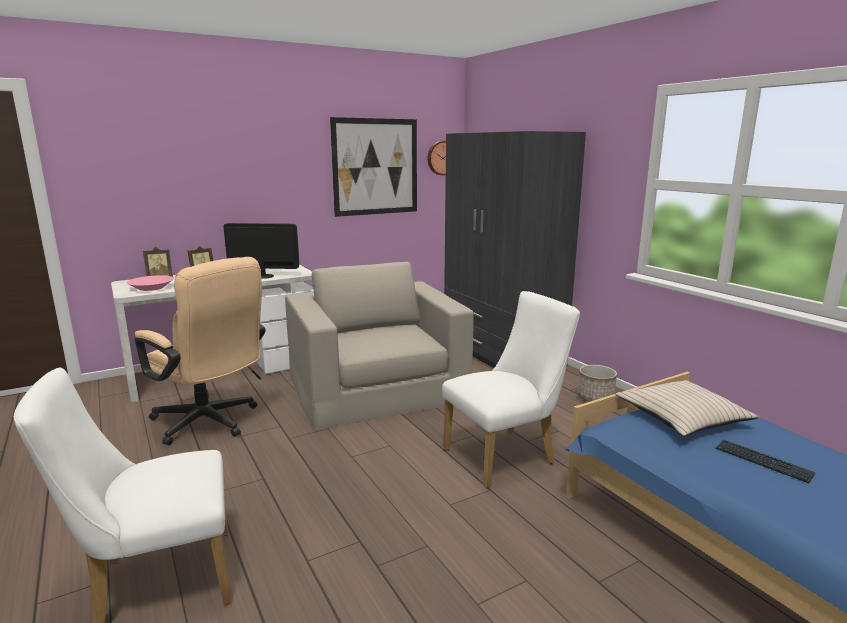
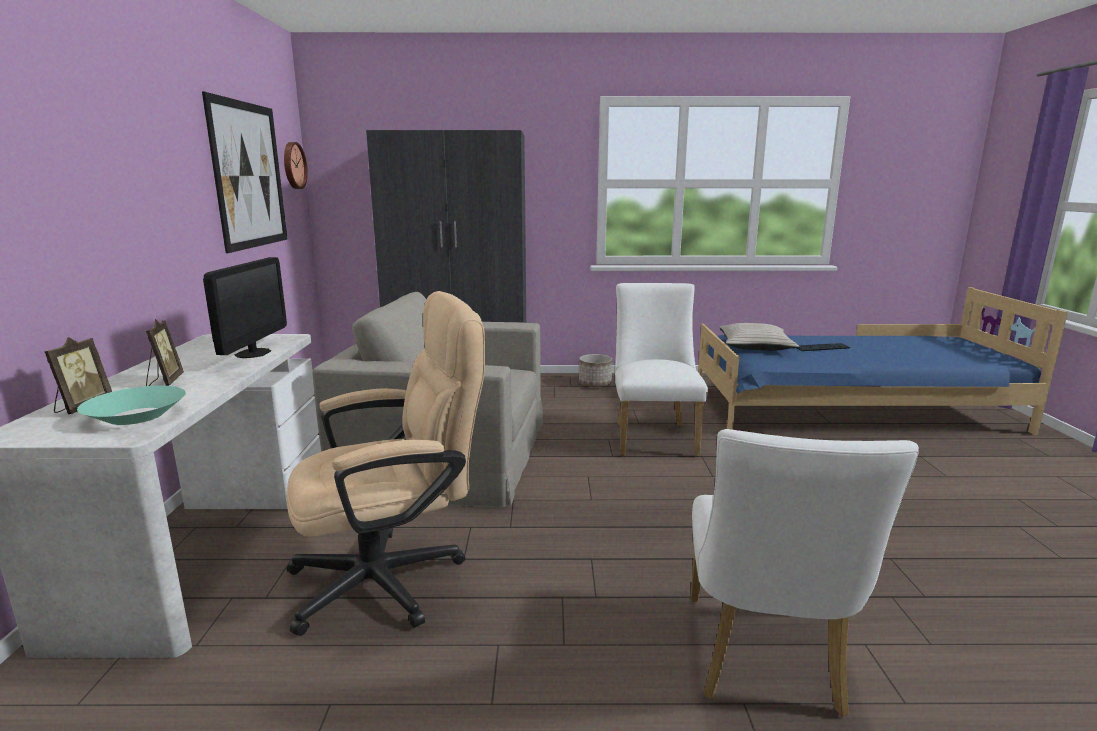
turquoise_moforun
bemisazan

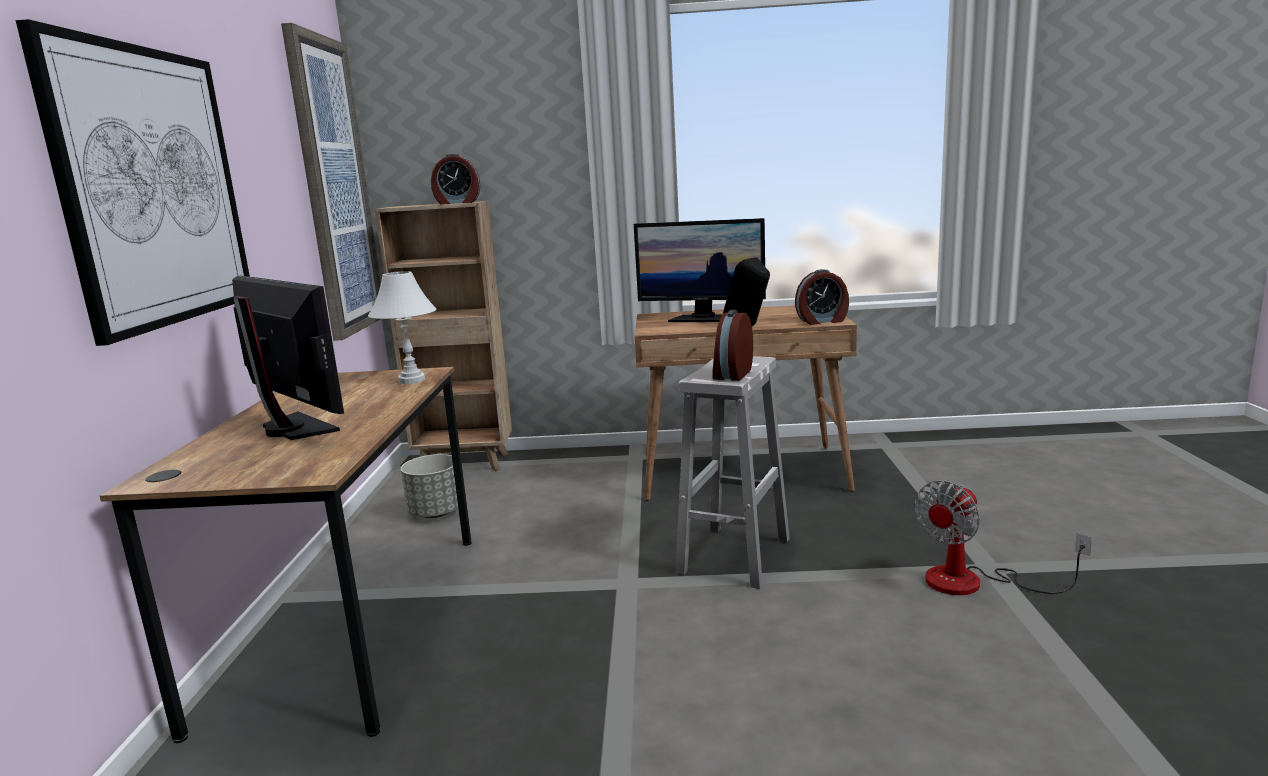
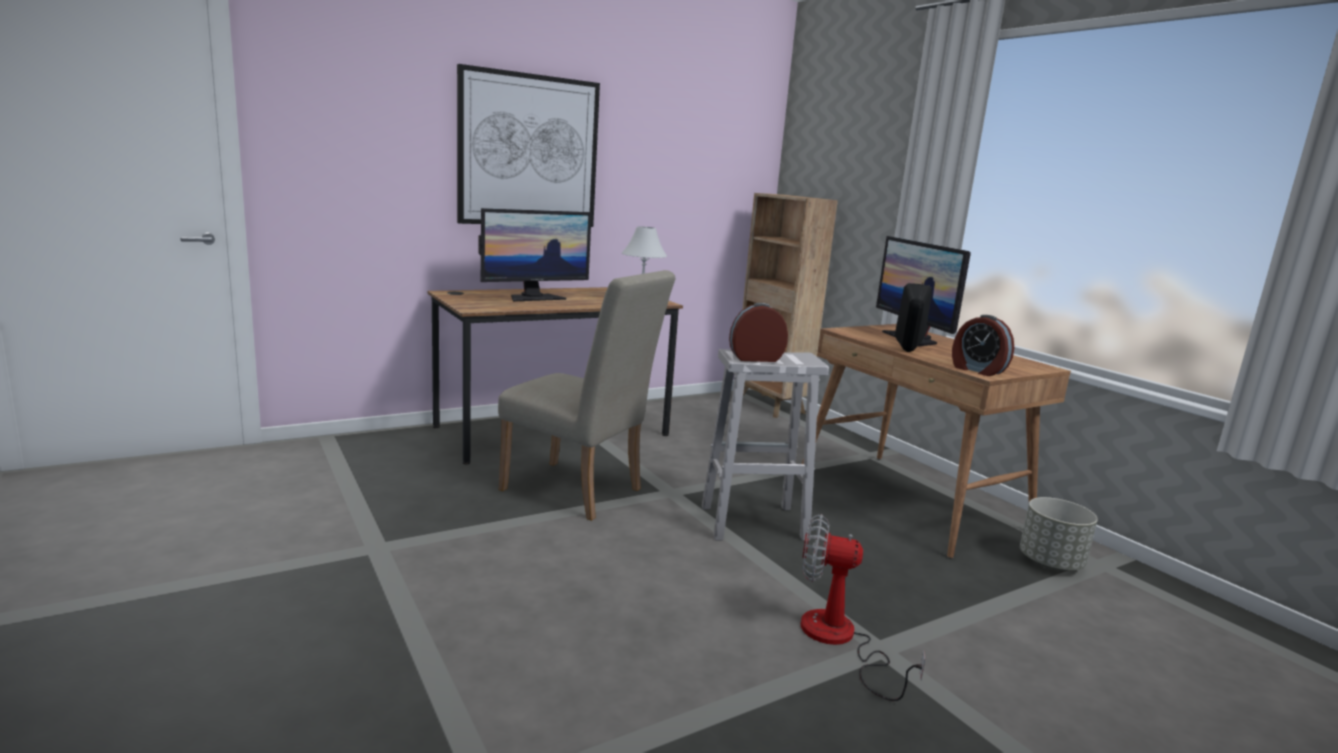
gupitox (2nd from left in the first image)
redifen (1st from left in the first image)
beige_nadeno
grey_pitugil
bemisazan (1st from left)

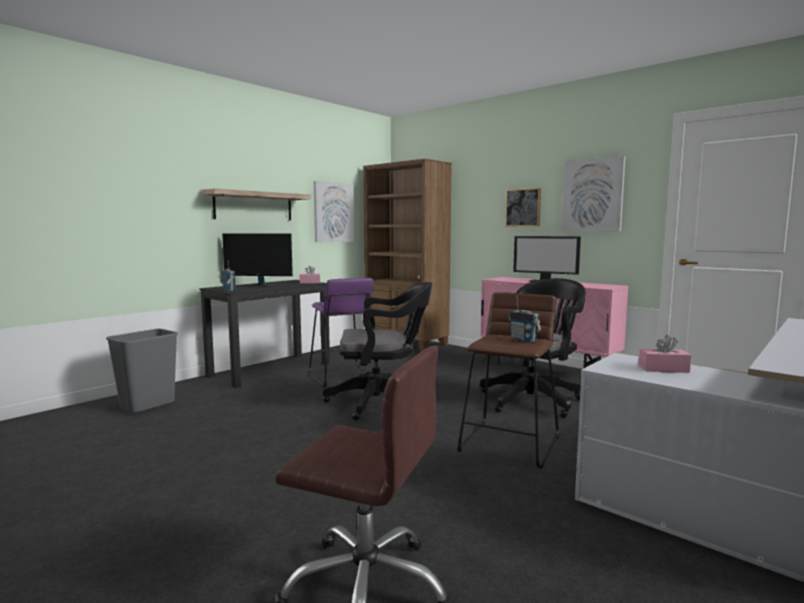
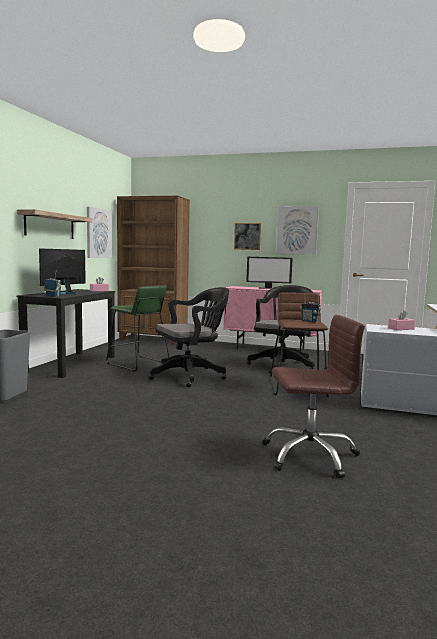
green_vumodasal
bemisazan (1st from left)

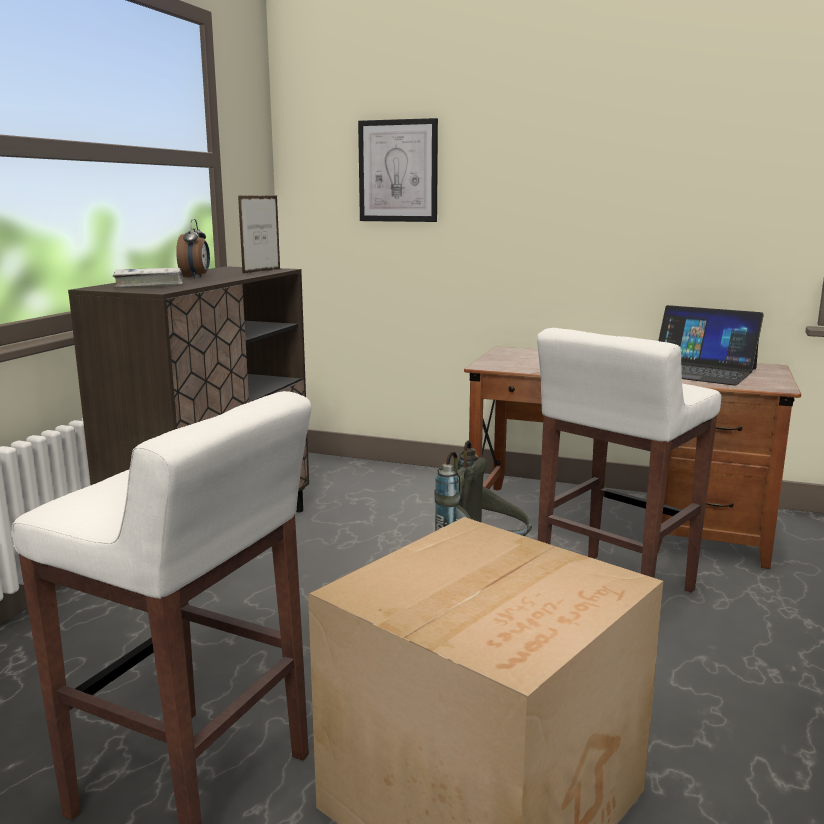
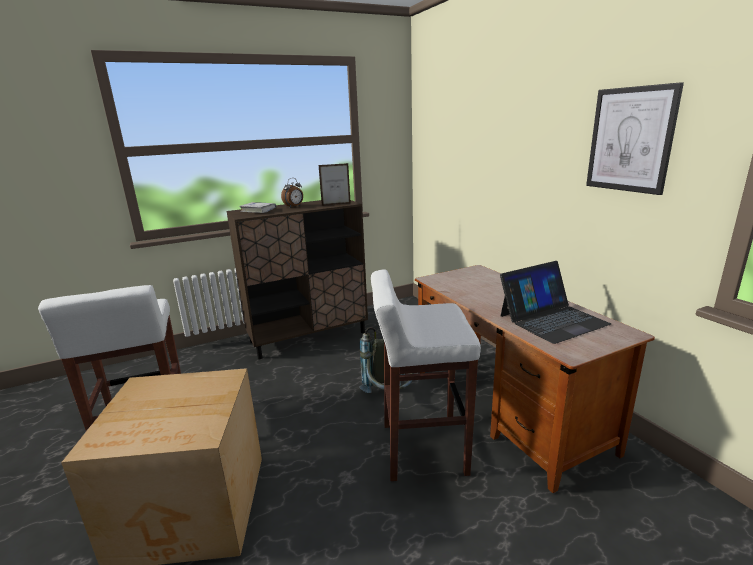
gupitox
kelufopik

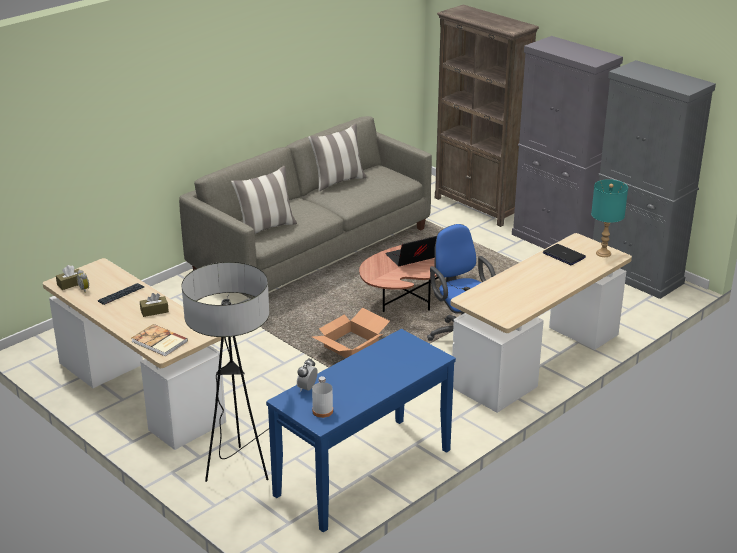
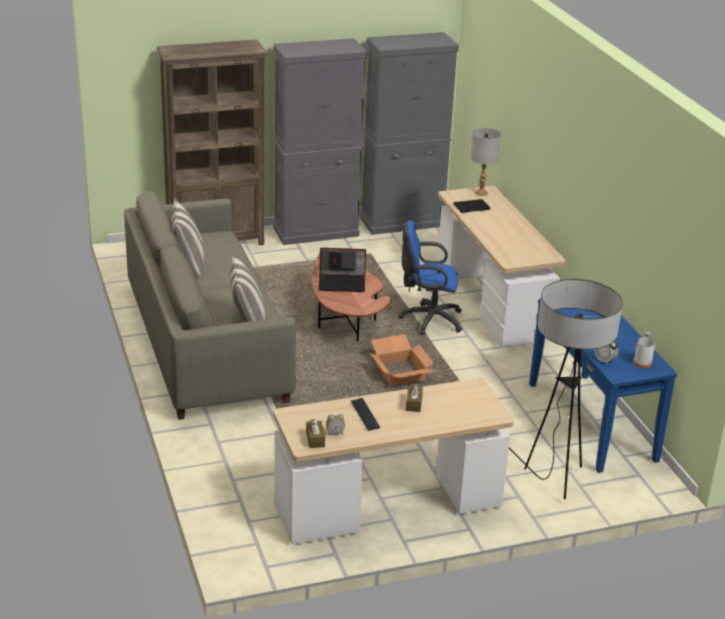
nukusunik
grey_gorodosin
kelufopik (1st from left)

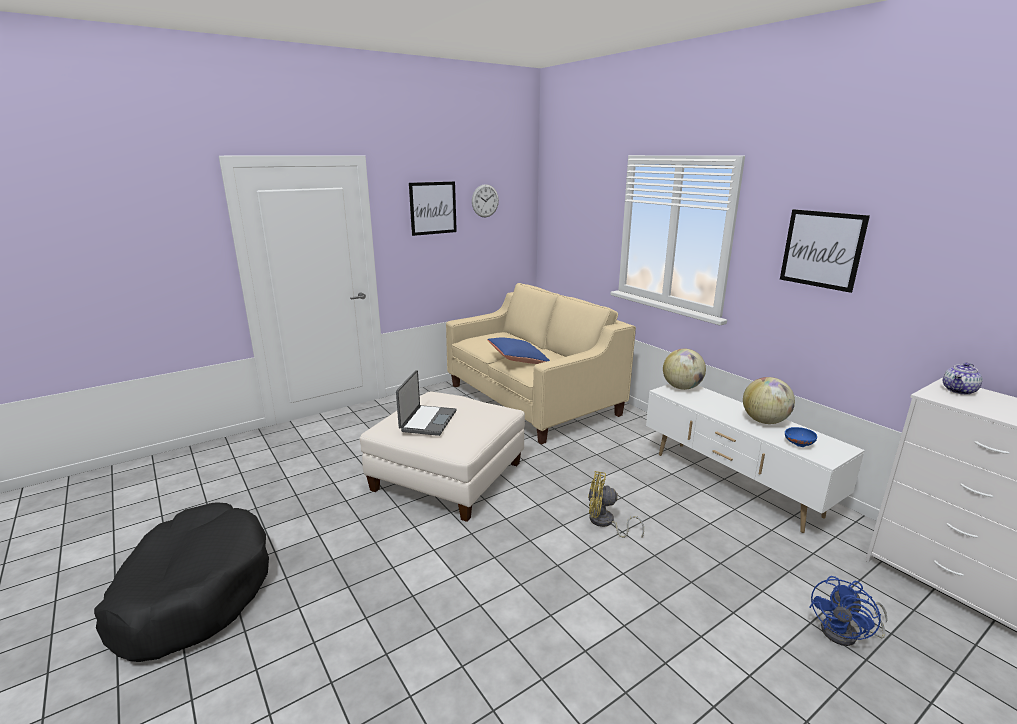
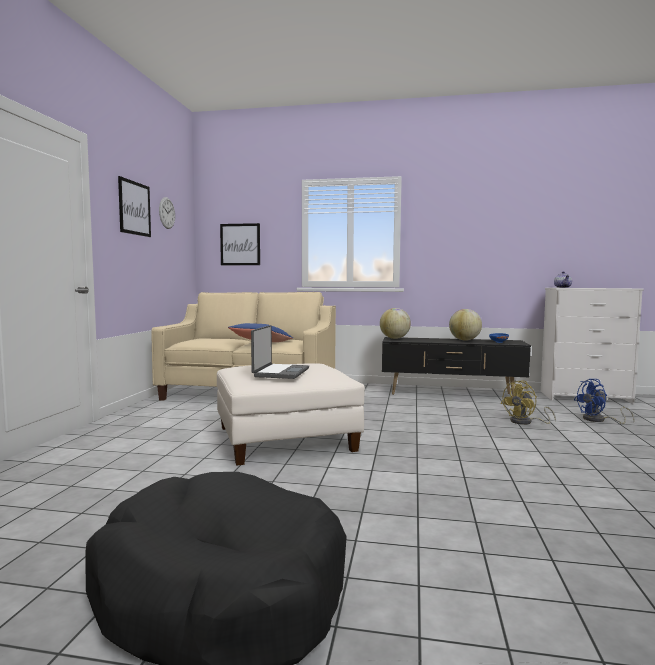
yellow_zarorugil
gupitox (2nd from left)
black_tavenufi
kelufopik
blue_zarorugil

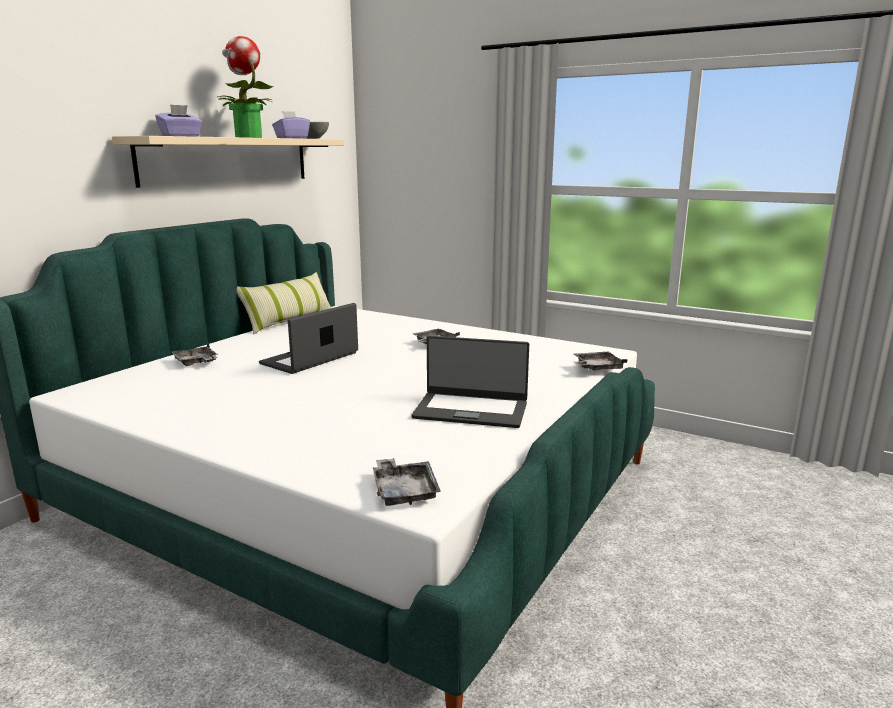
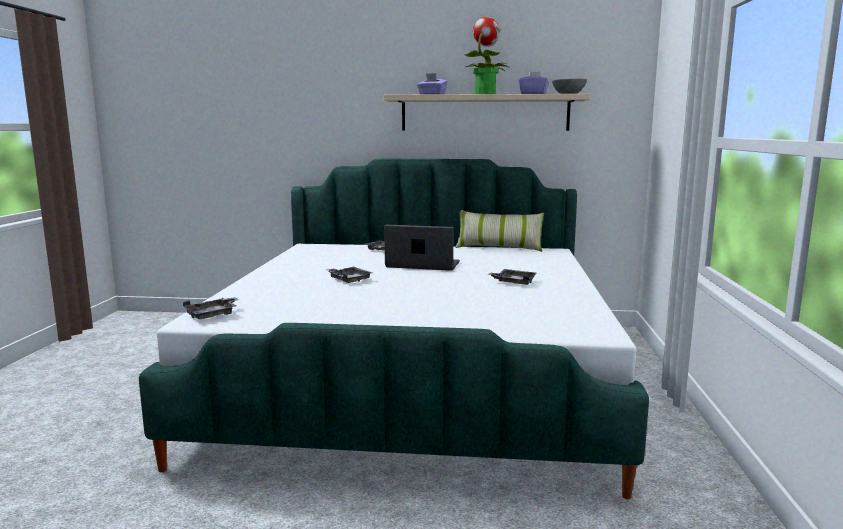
kelufopik (2nd from left in the first image)
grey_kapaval (2nd from left)

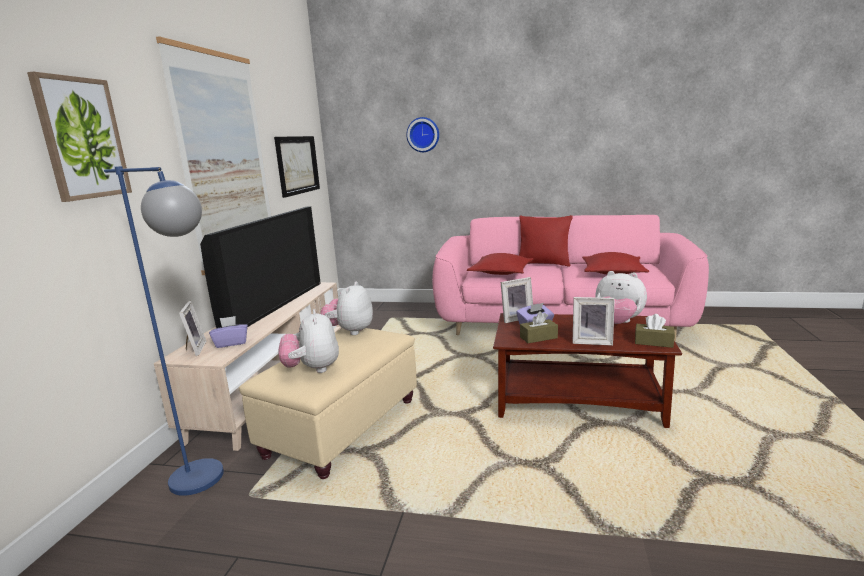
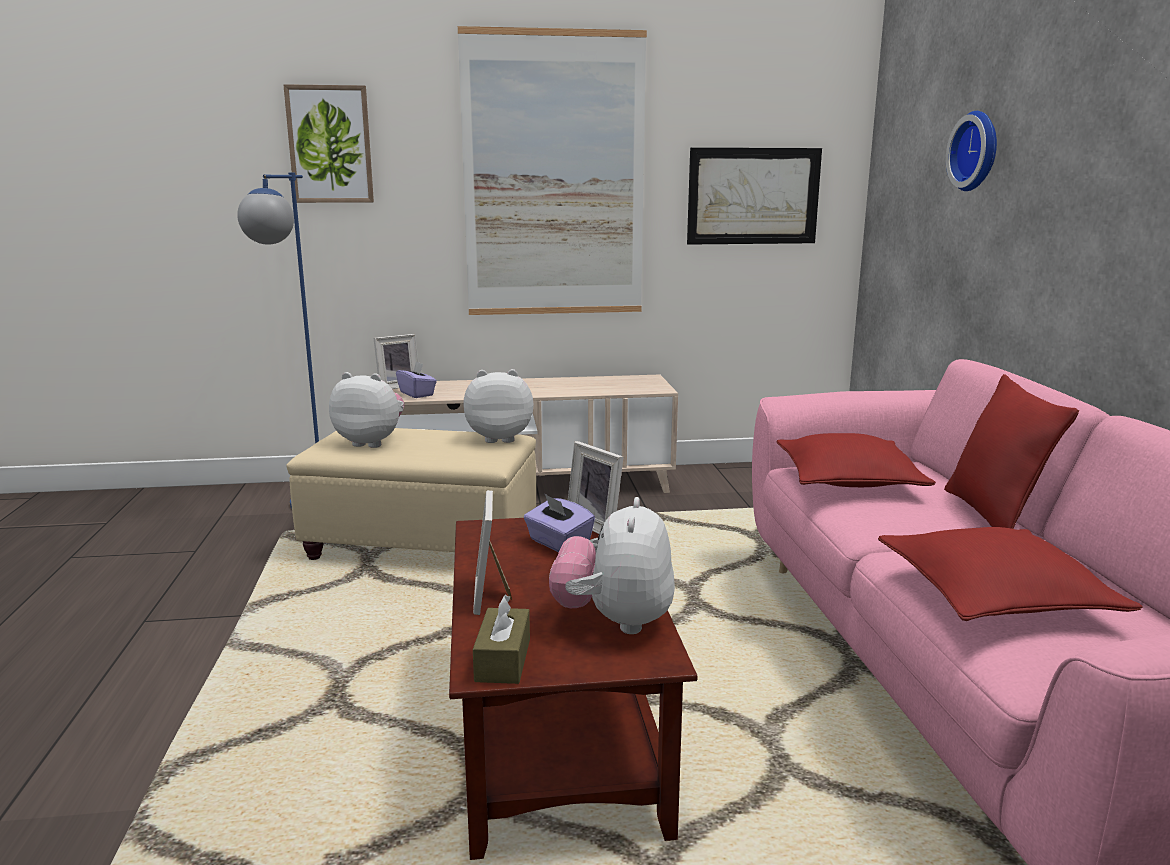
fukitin
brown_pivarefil (1st from left in the first image)
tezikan (1st from left)

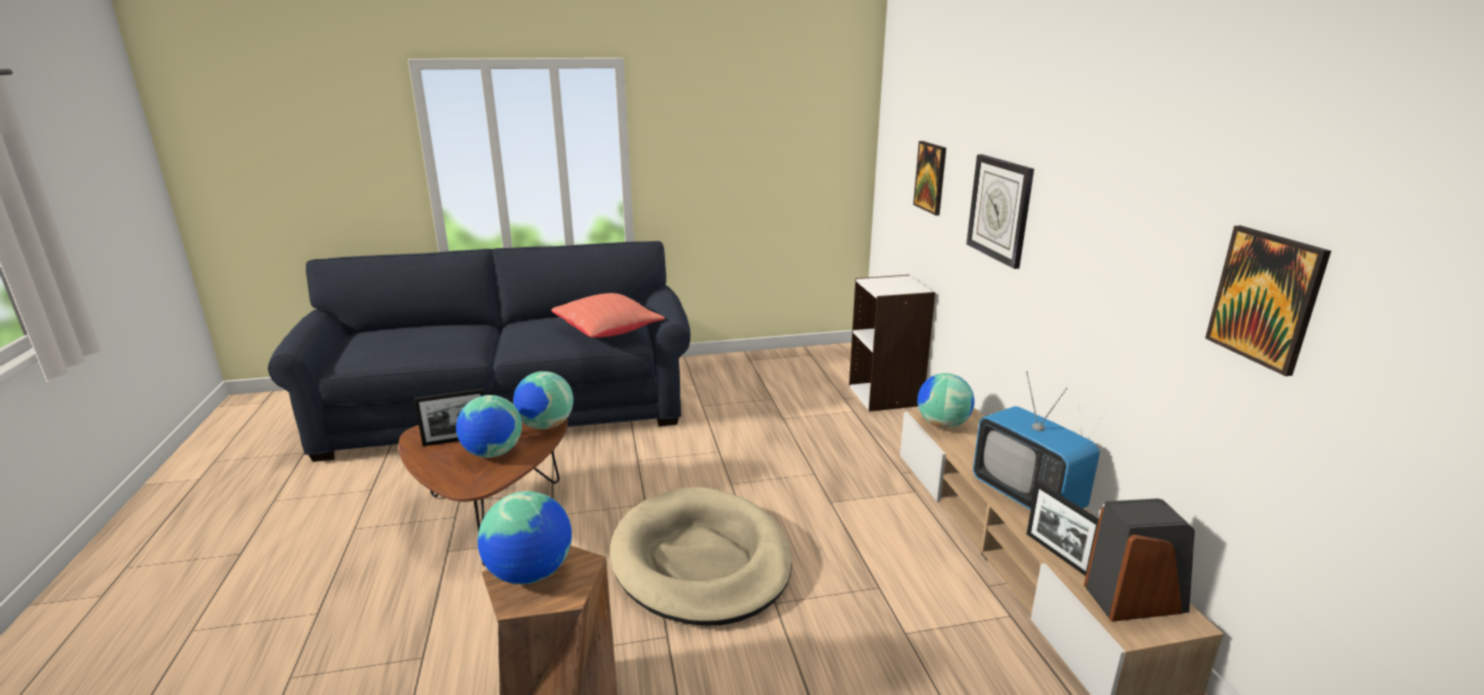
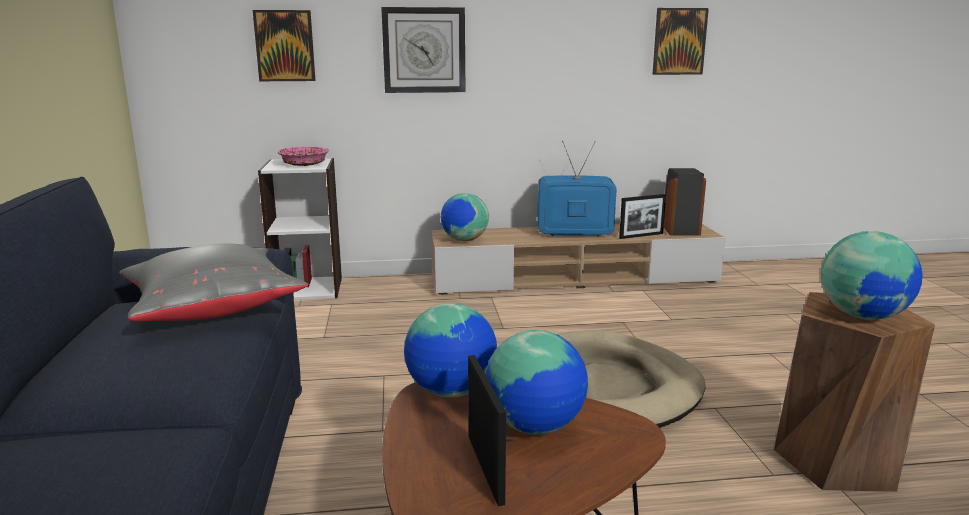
pink_moforun
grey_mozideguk
fukitin

